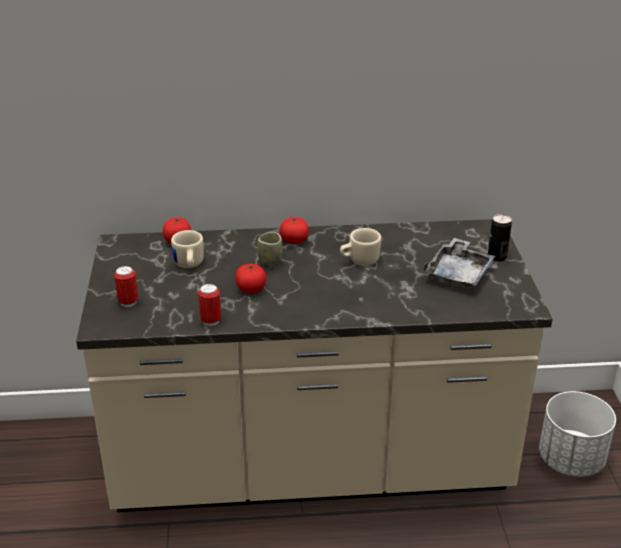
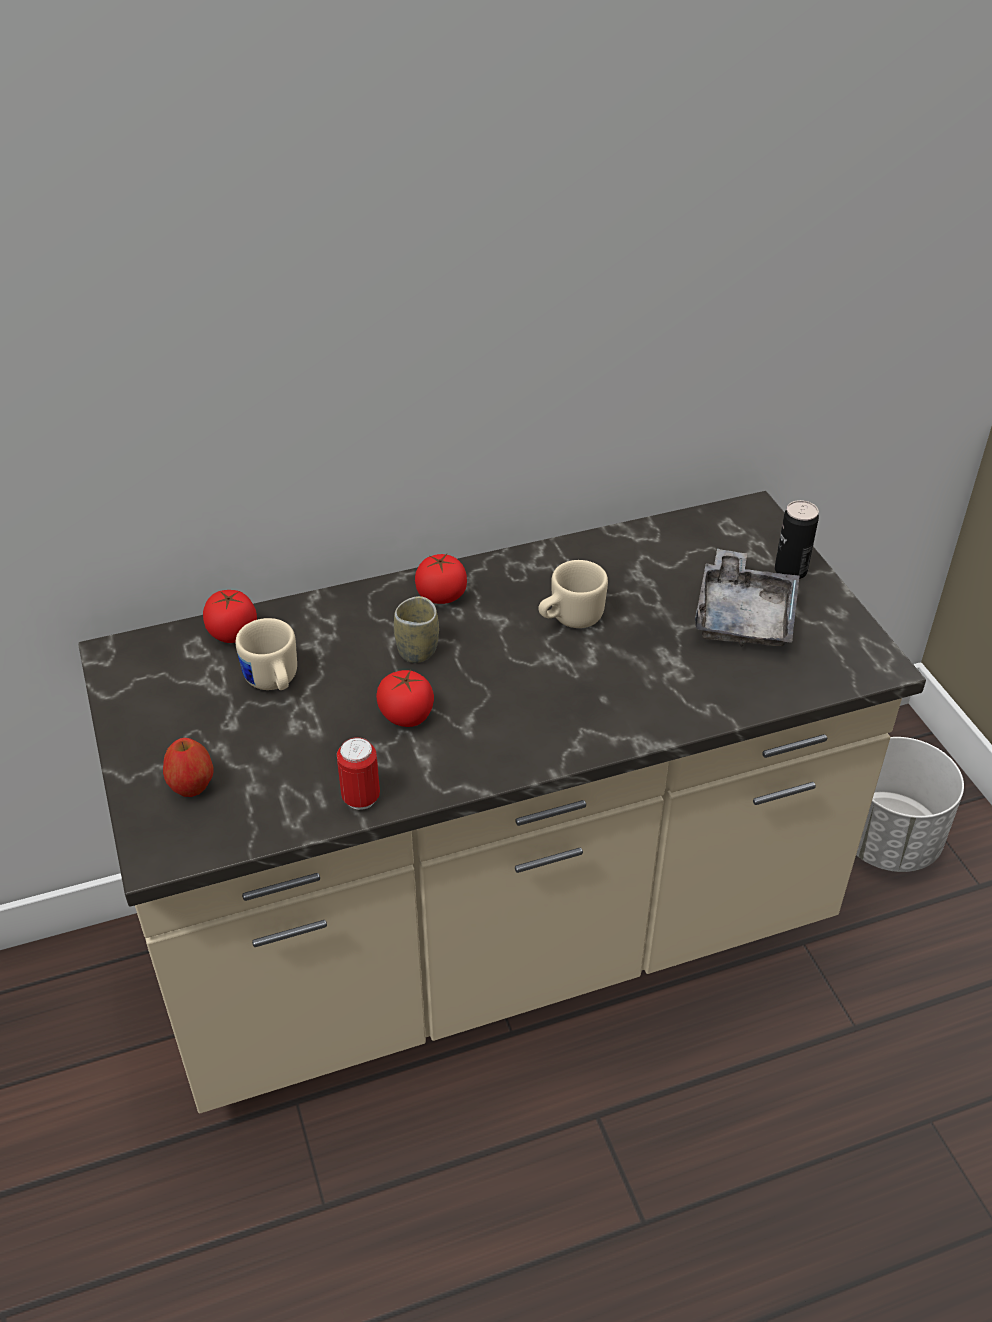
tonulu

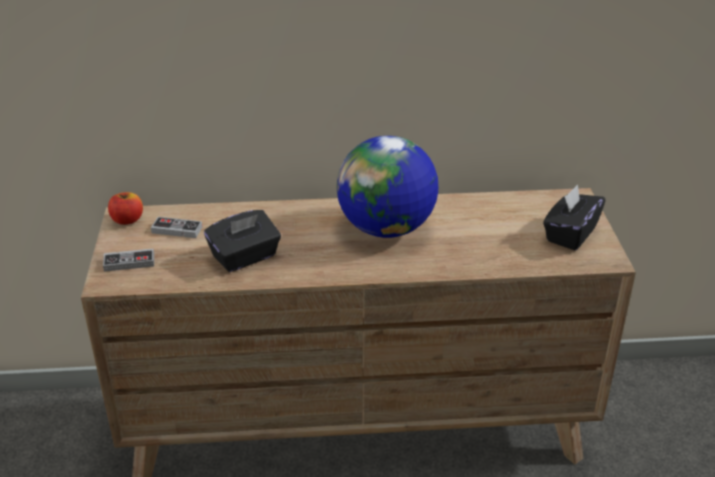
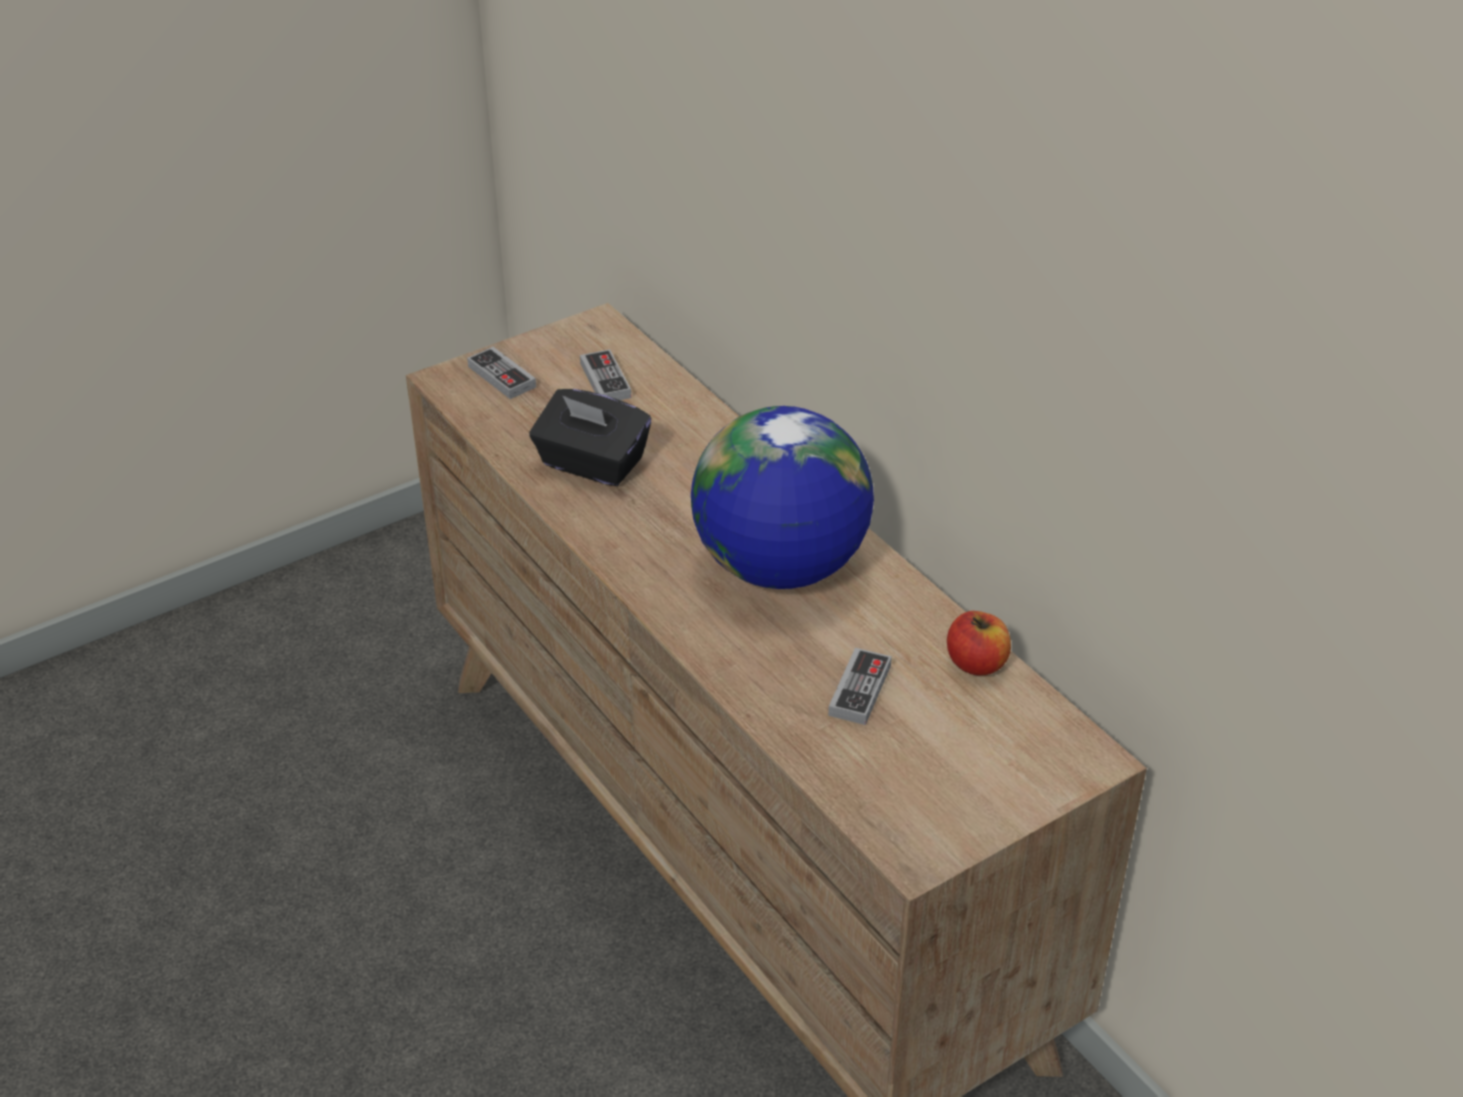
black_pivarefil (2nd from left in the first image)
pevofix (3rd from left)
tonulu

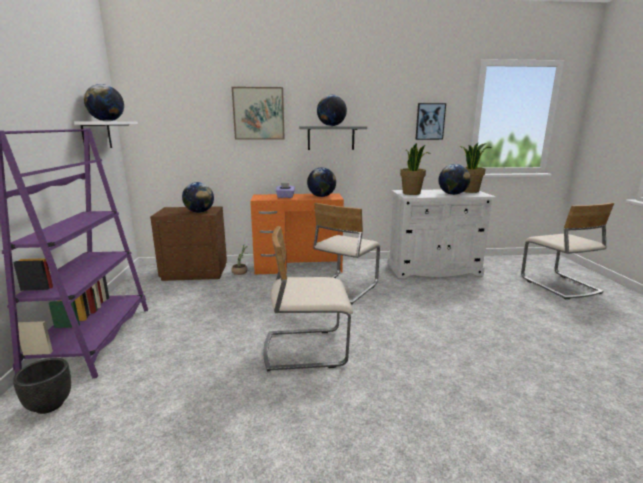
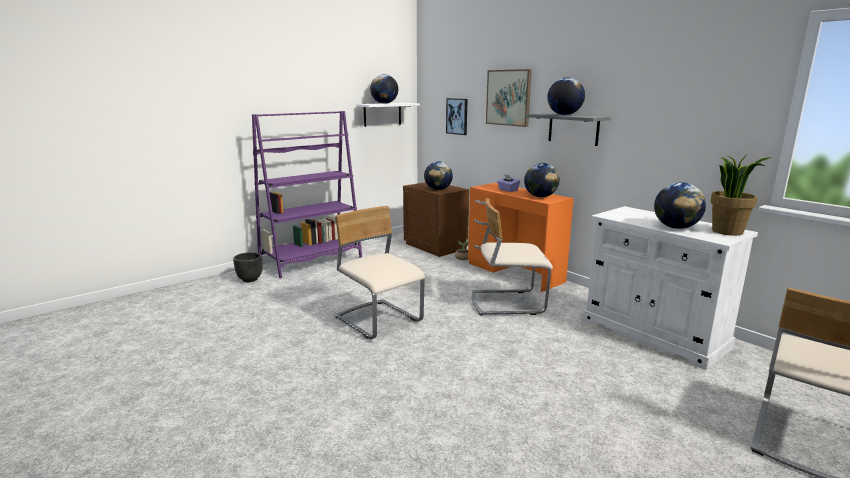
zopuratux (2nd from left in the first image)
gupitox (1st from left)

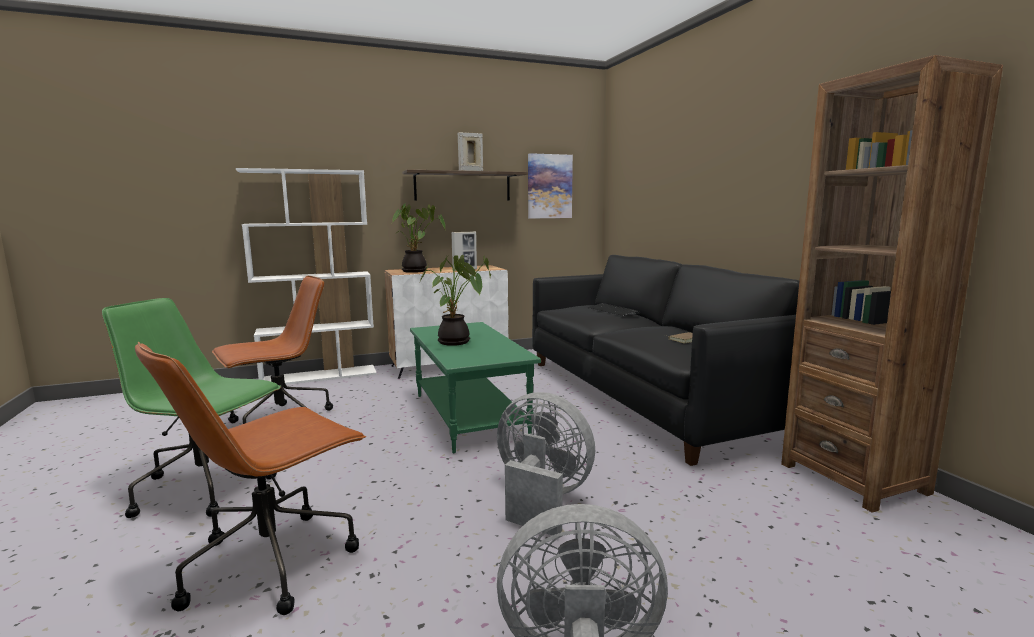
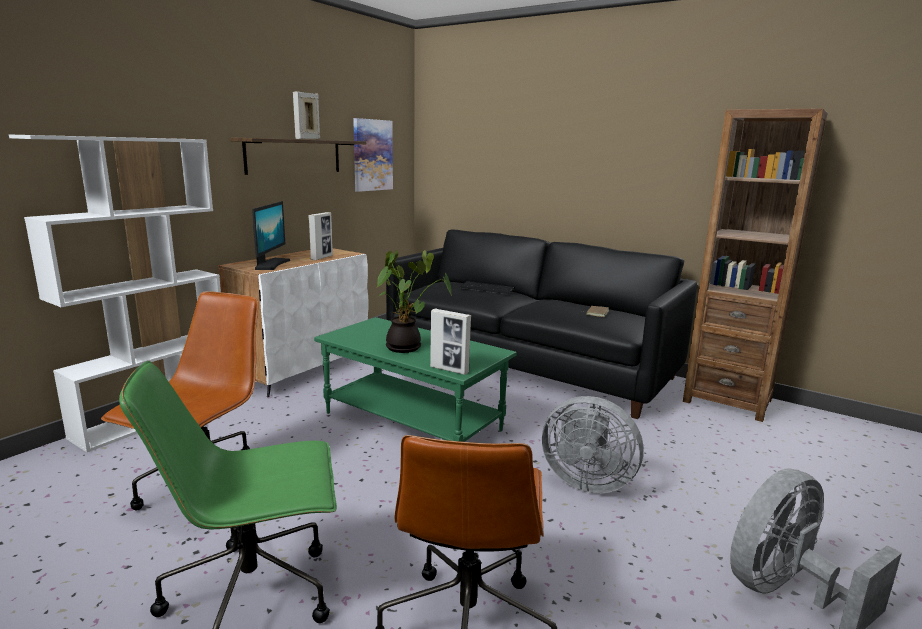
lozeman (3rd from left)
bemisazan
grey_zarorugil (1st from left)

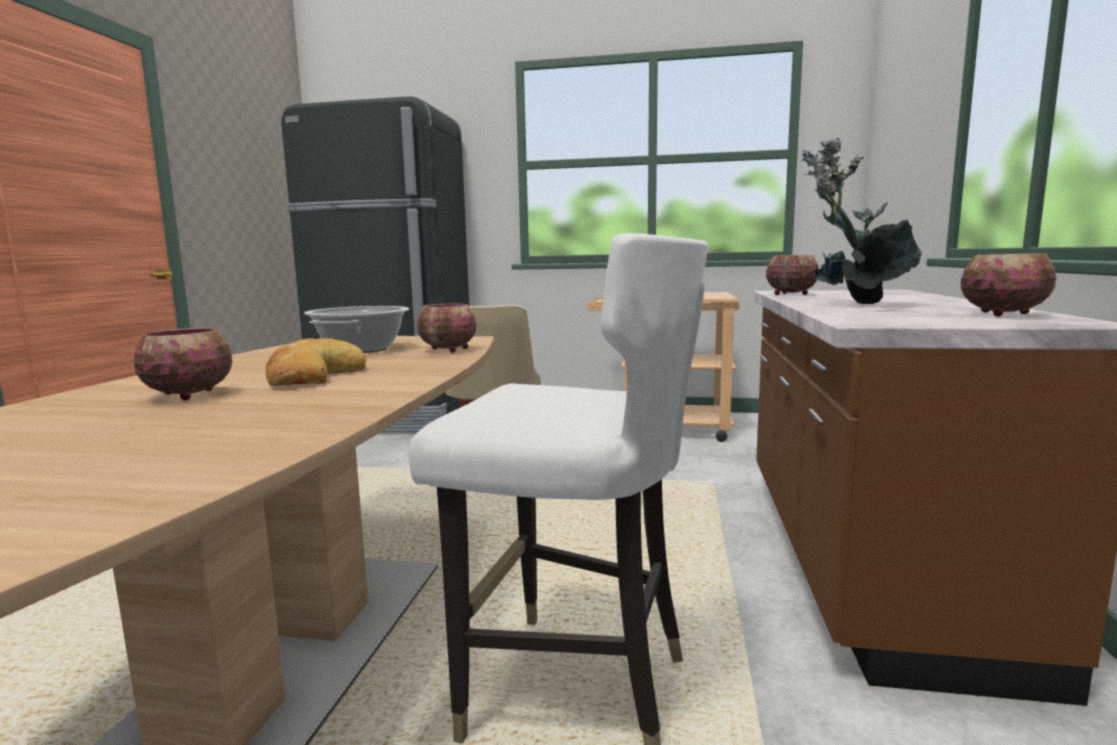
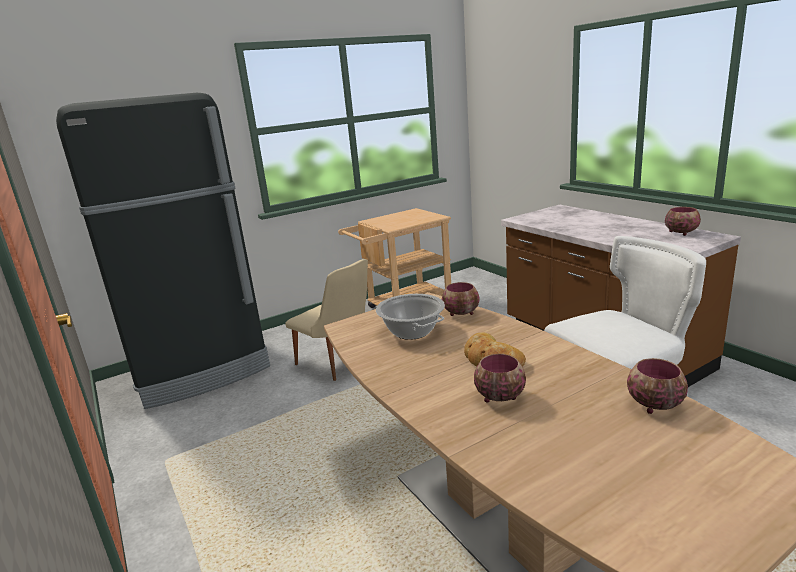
zopuratux
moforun (3rd from left)

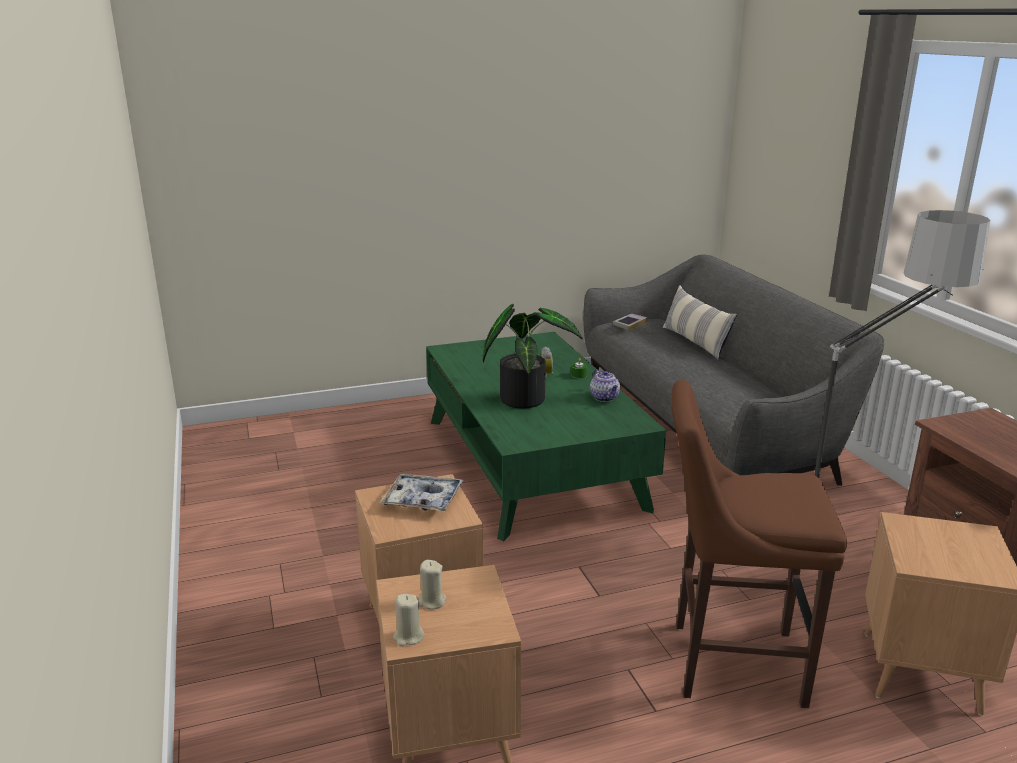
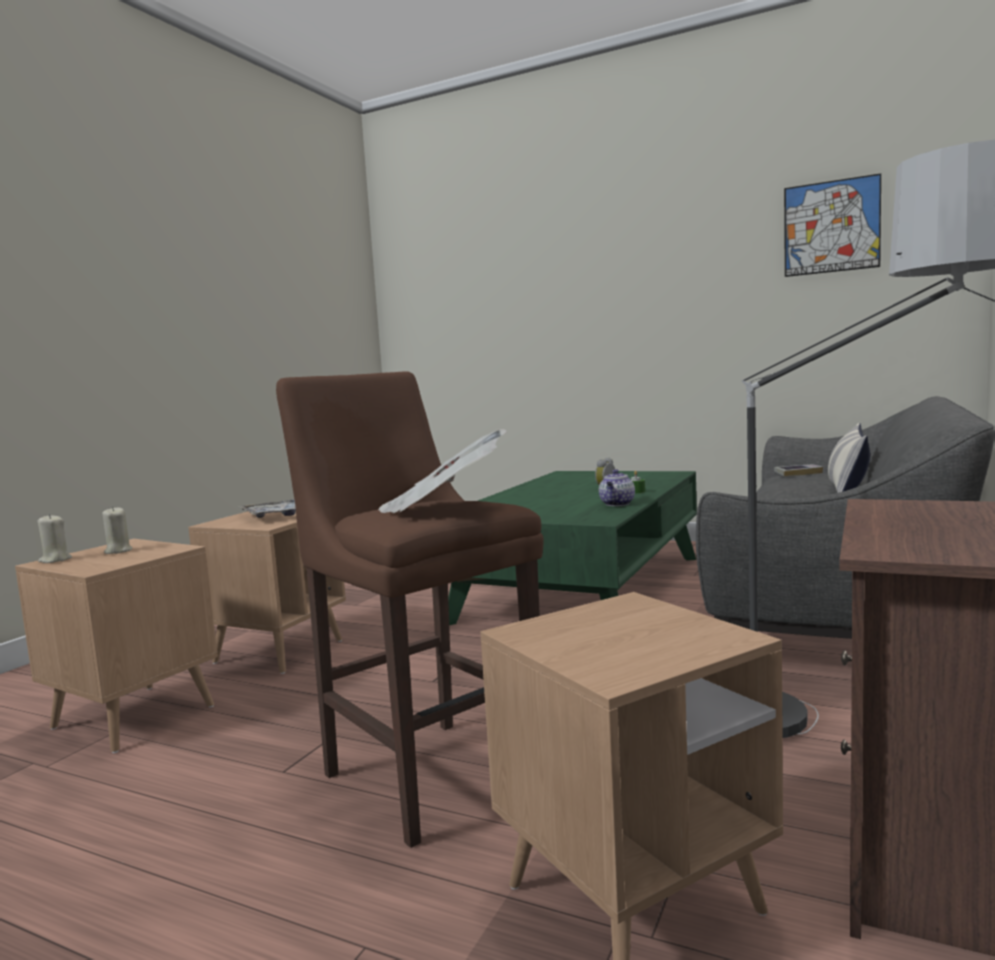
zopuratux
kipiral
gupitox

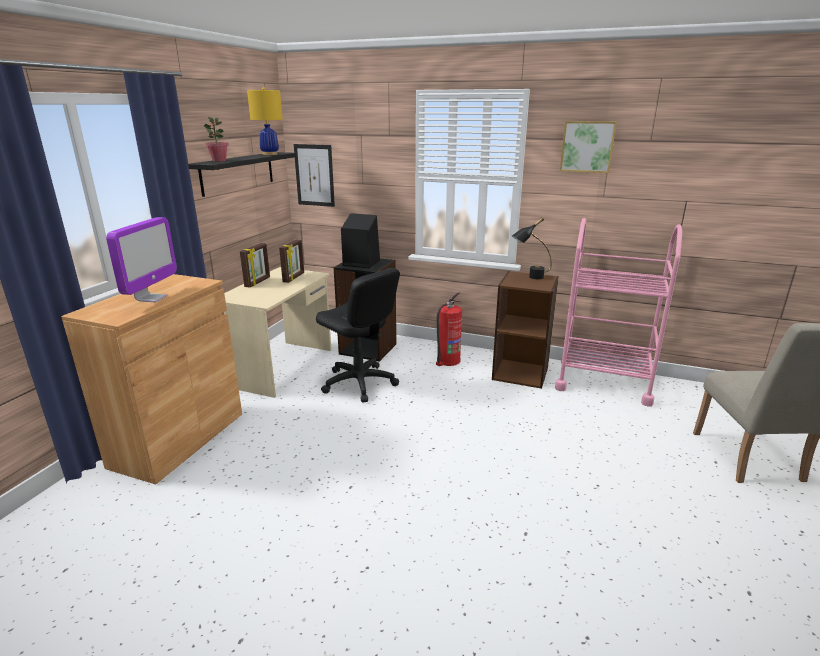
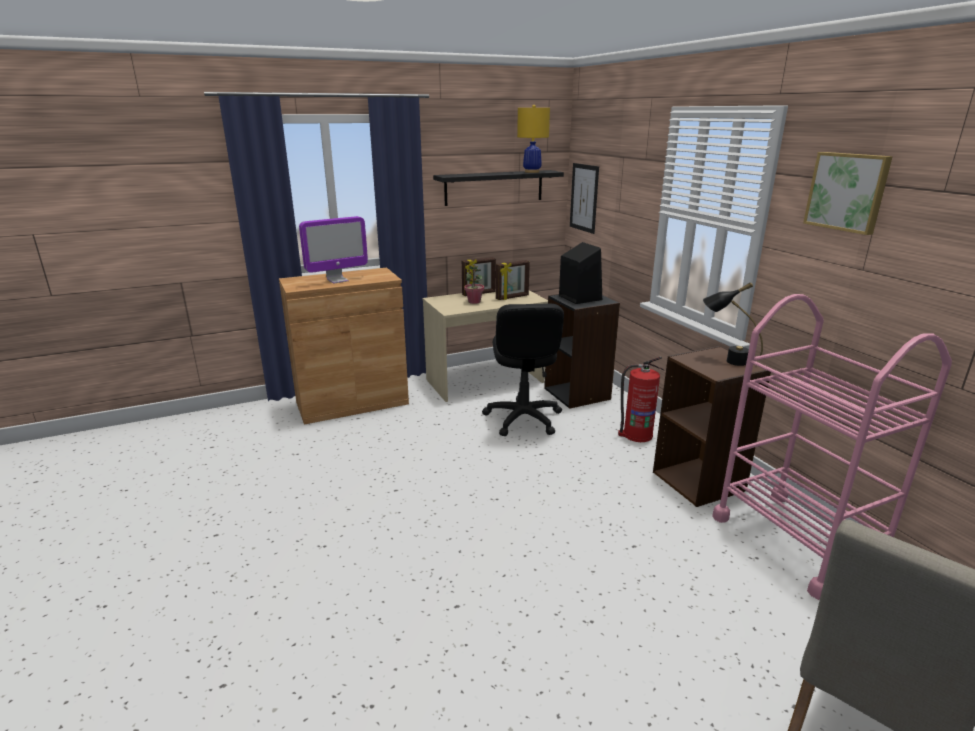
zopuratux

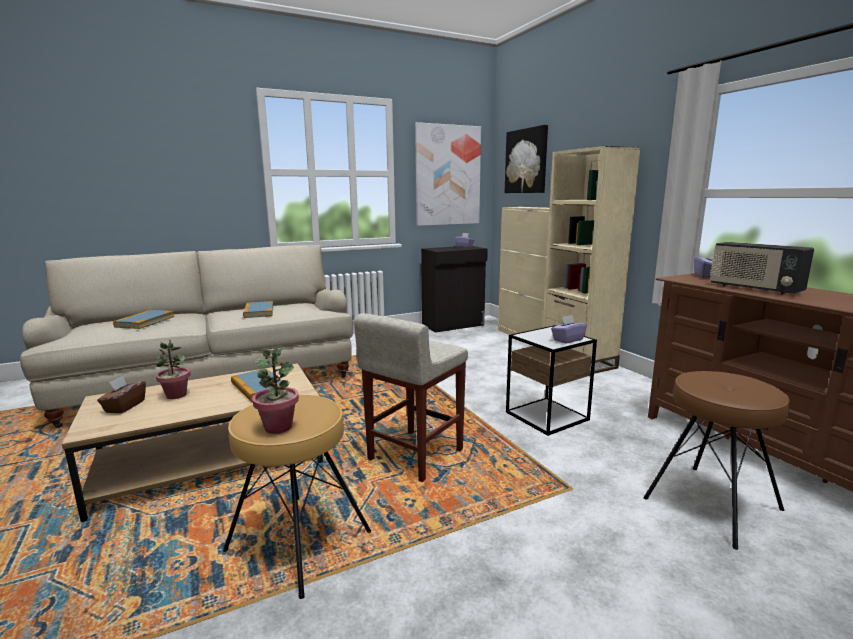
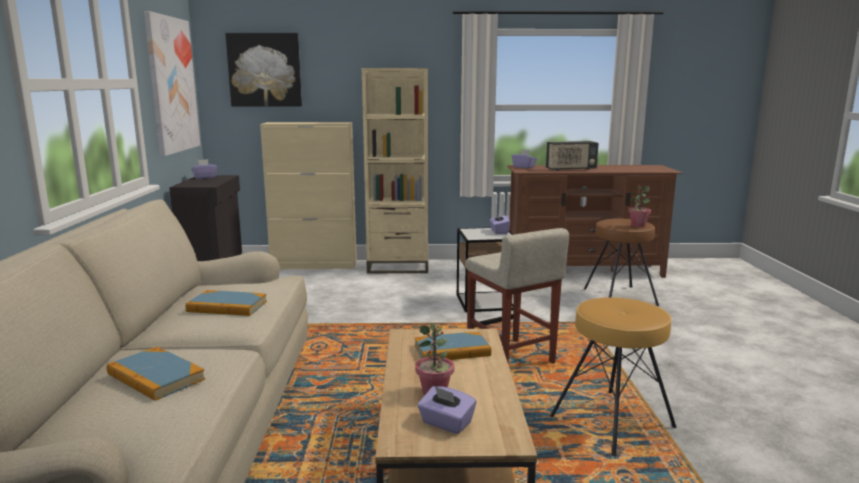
zopuratux (2nd from left)
purple_pivarefil (2nd from left)

